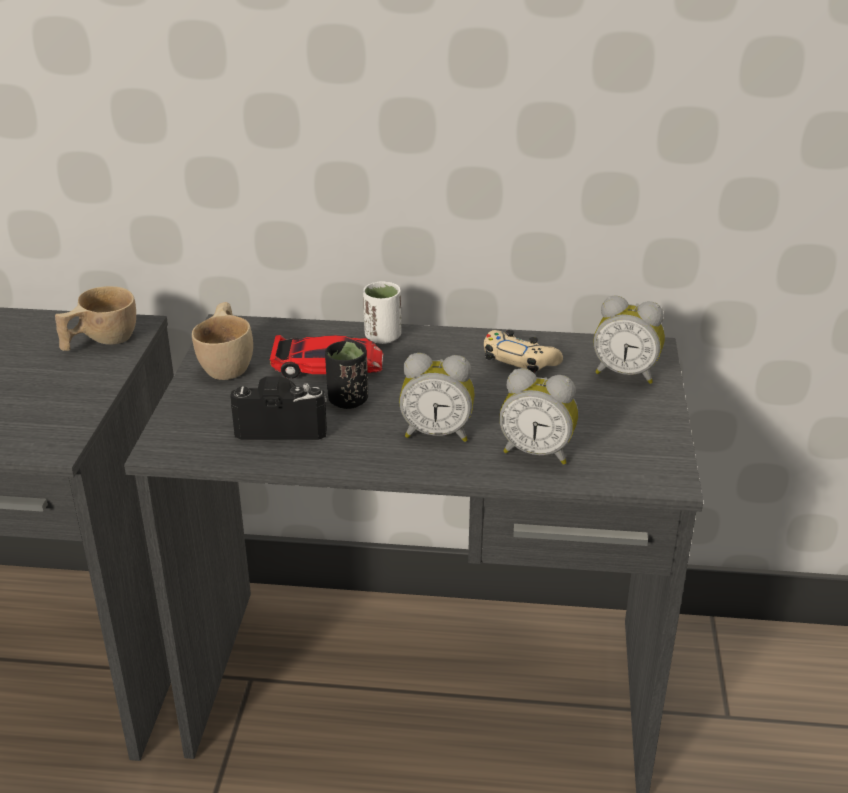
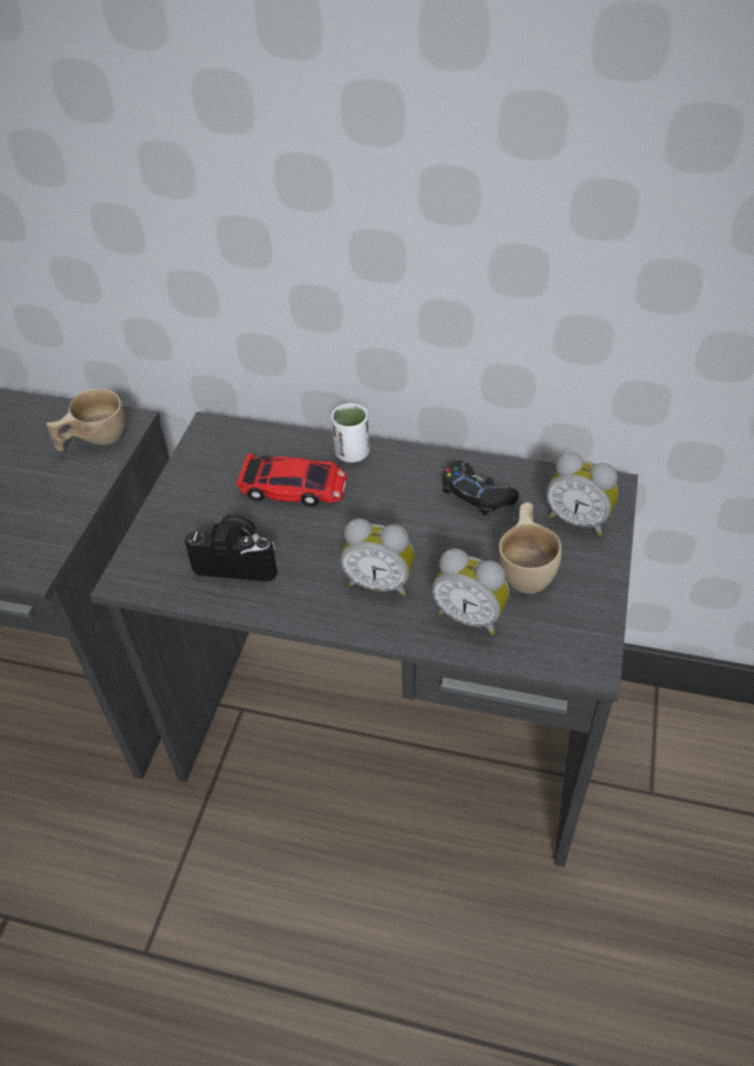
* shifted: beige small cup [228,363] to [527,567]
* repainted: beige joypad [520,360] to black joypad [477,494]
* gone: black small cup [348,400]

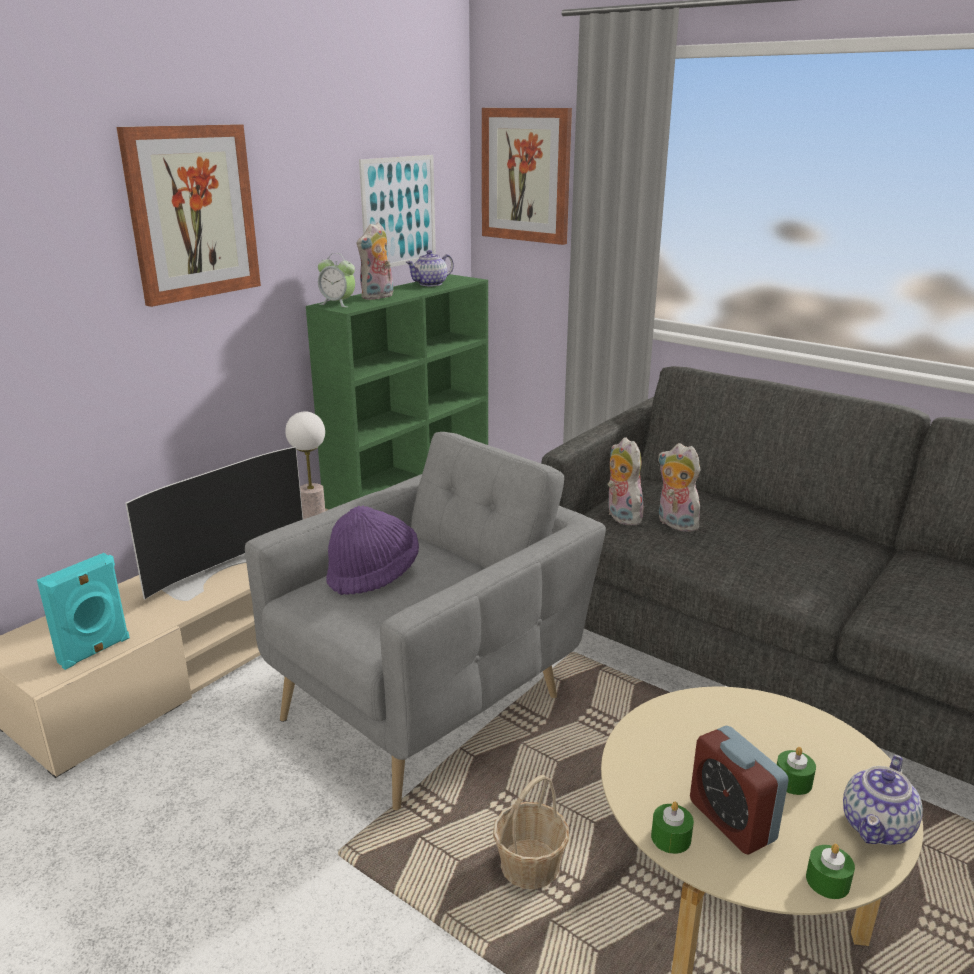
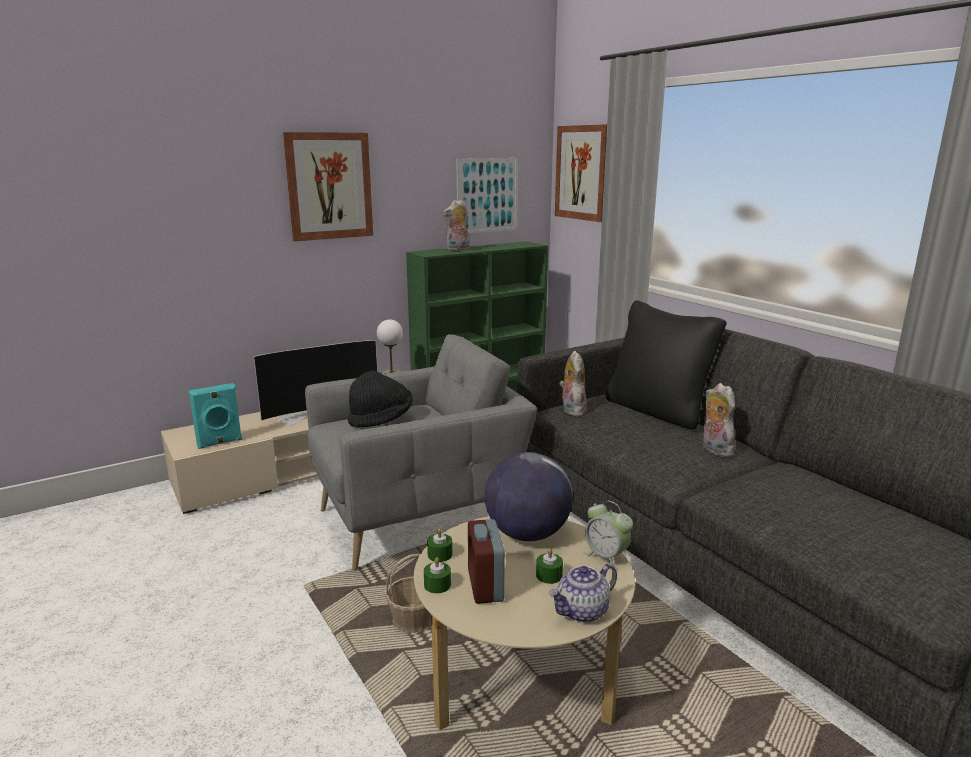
* gone: tea pot [430,284]
* shifted: alarm clock [338,304] to [606,557]
* shifted: cuddly toy [674,524] to [714,449]
* repainted: purple-coloured clothing hat [373,574] to black clothing hat [381,419]
* shifted: green wax light [827,881] to [440,554]
* new: black throw pillow [657,410]
* new: world globe [527,534]

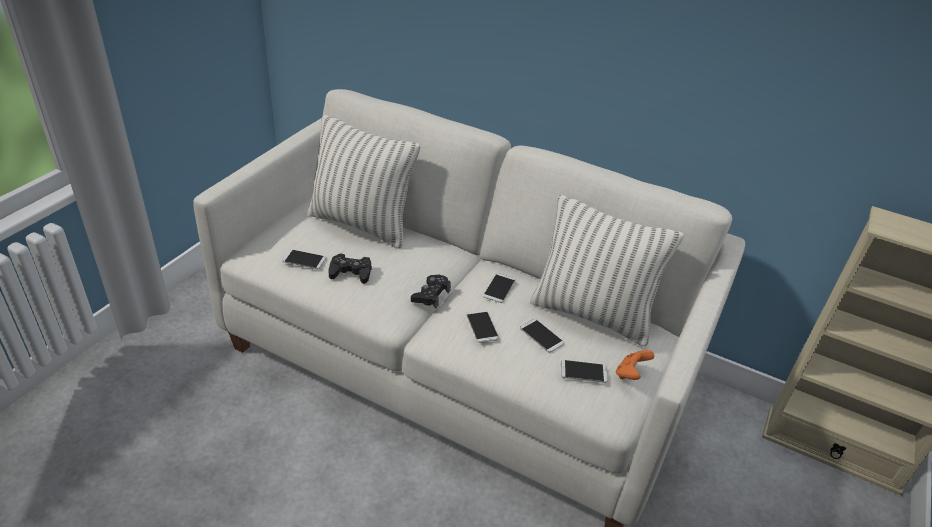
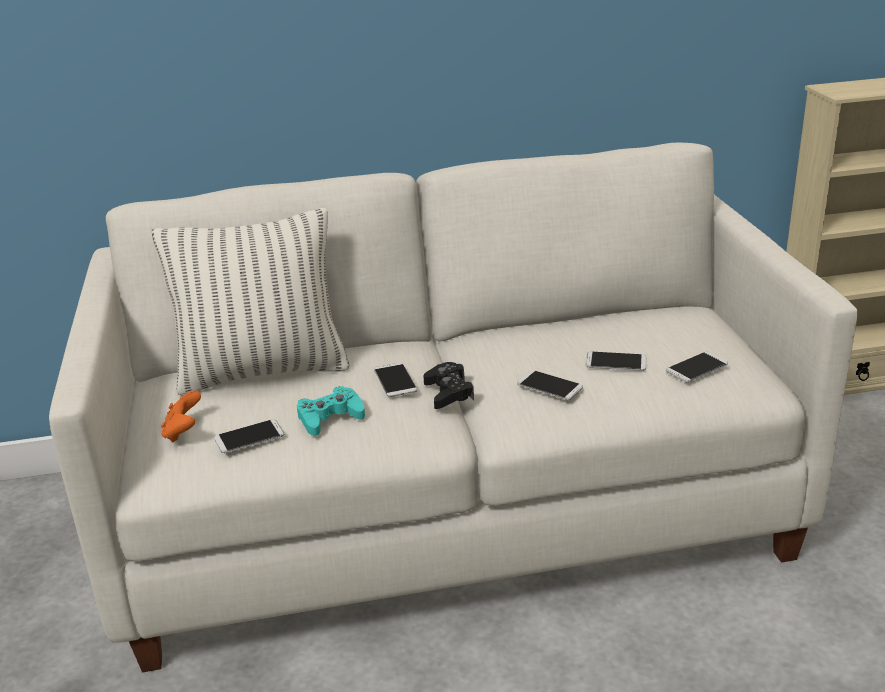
* gone: throw pillow [592,314]
* repainted: black joypad [351,272] to turquoise joypad [330,418]
* shifted: phone [499,288] to [395,380]
* shifted: orange-coloured joypad [630,374] to [183,432]

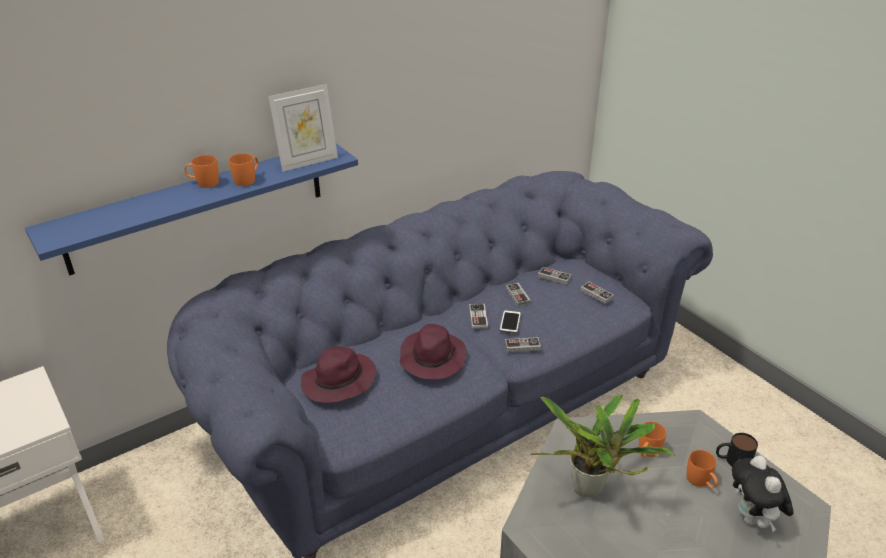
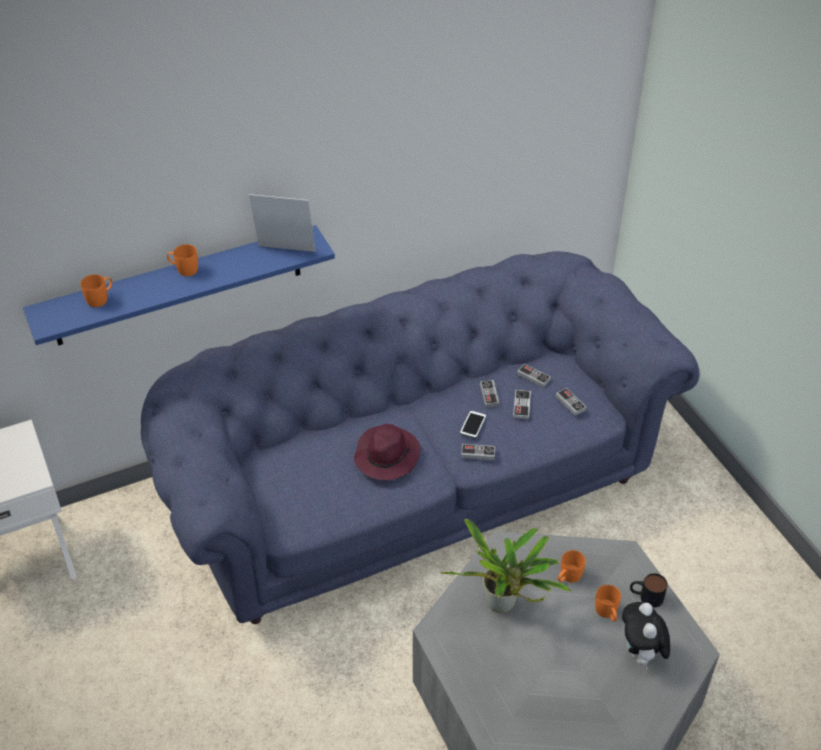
* rotated: standing frame [308,162] = [285,252] 150 degrees counterclockwise
* shifted: orange-coloured tea mug [248,179] to [101,298]
* shifted: joypad [478,317] to [522,405]
* gone: purple-coloured clothing hat [338,382]

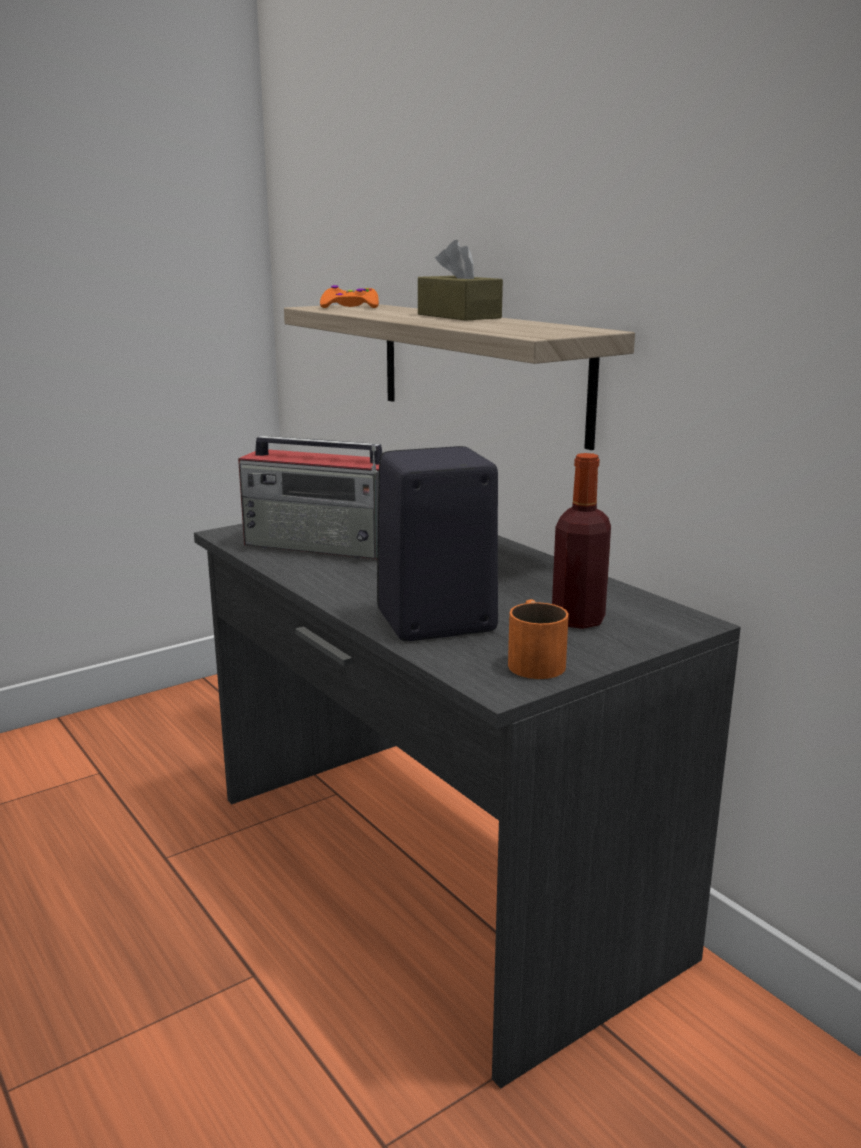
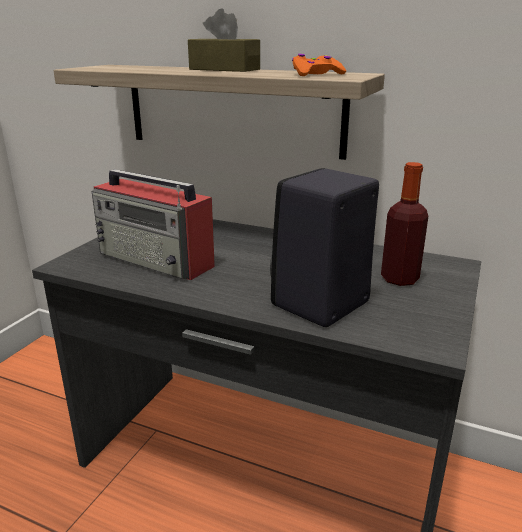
* shifted: orange-coloured joypad [350,307] to [316,74]
* rotated: radio set [323,546] = [157,260] 45 degrees clockwise
* gone: orange-coloured tea mug [533,660]

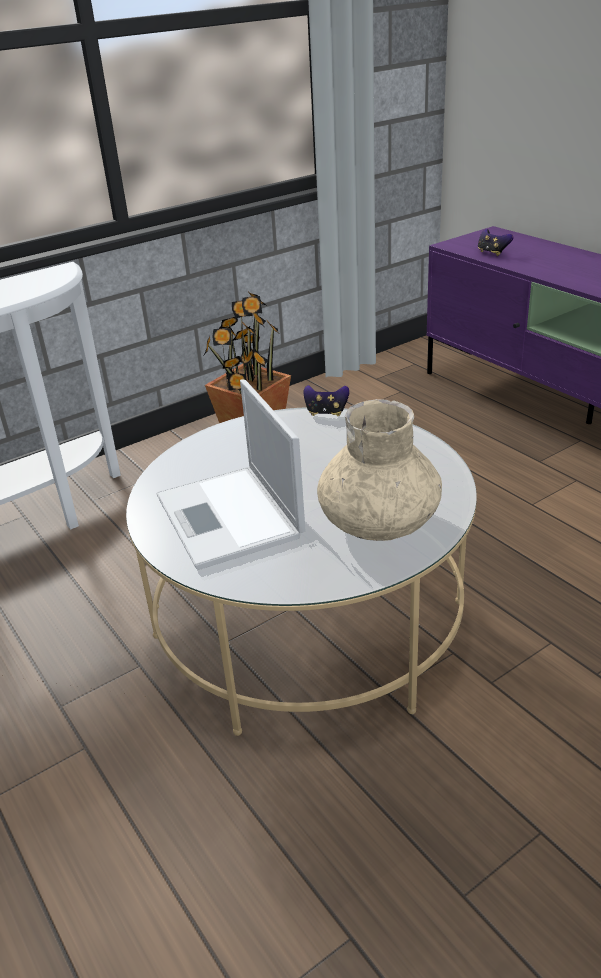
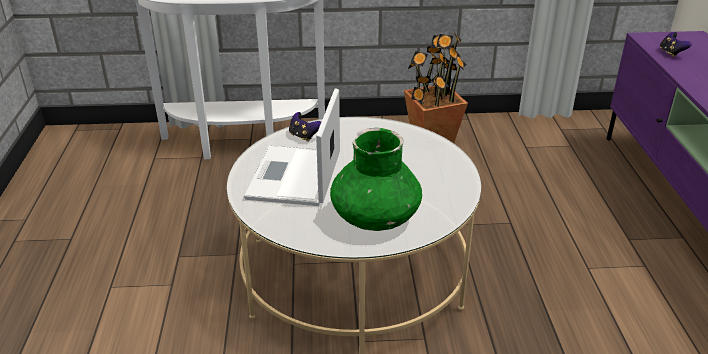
* shifted: joypad [326,413] to [304,136]
* repainted: beige vase [379,523] to green vase [375,217]

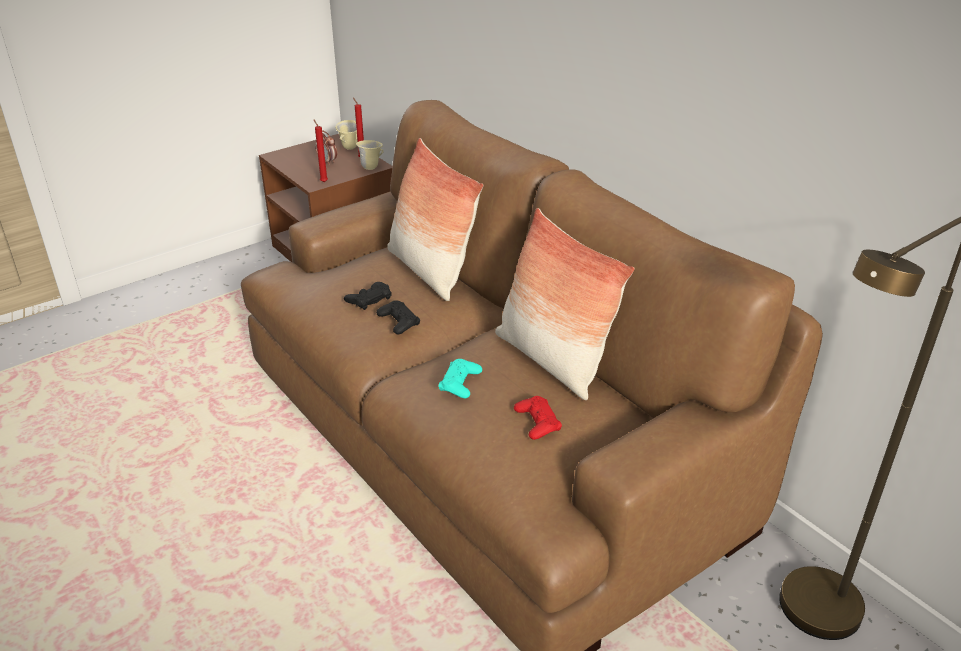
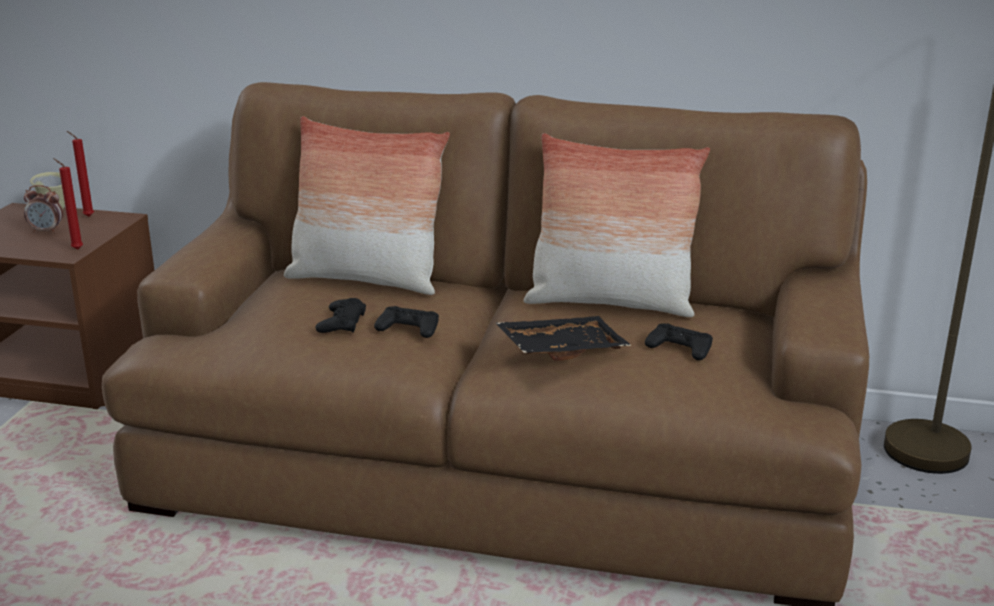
* gone: beige tea mug [371,167]
* swapped: turquoise joypad [460,383] to black serving tray [561,349]
* repainted: reddish joypad [537,422] to black joypad [680,348]

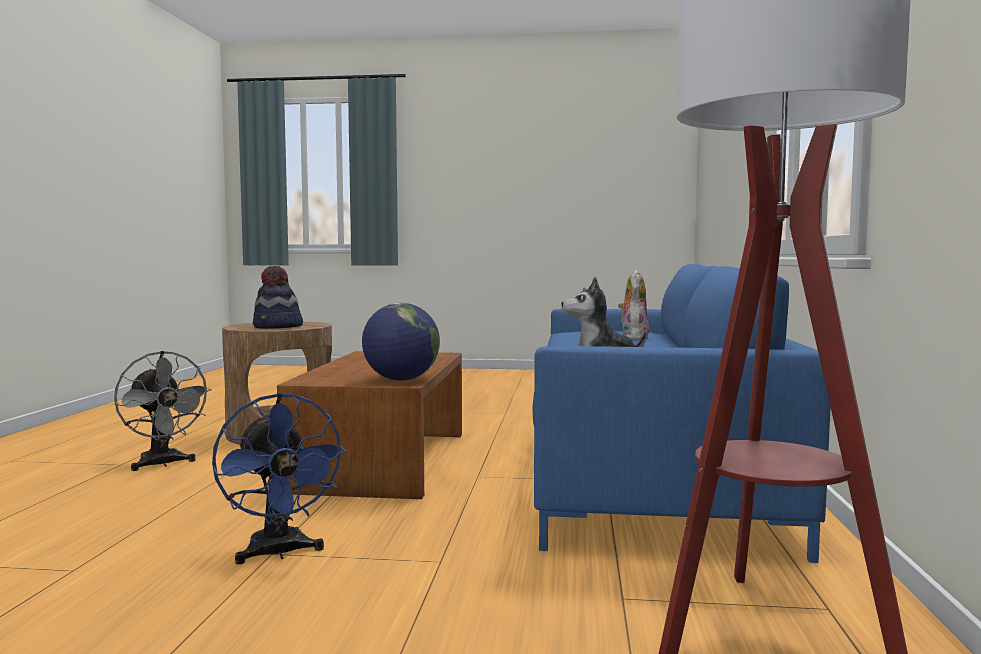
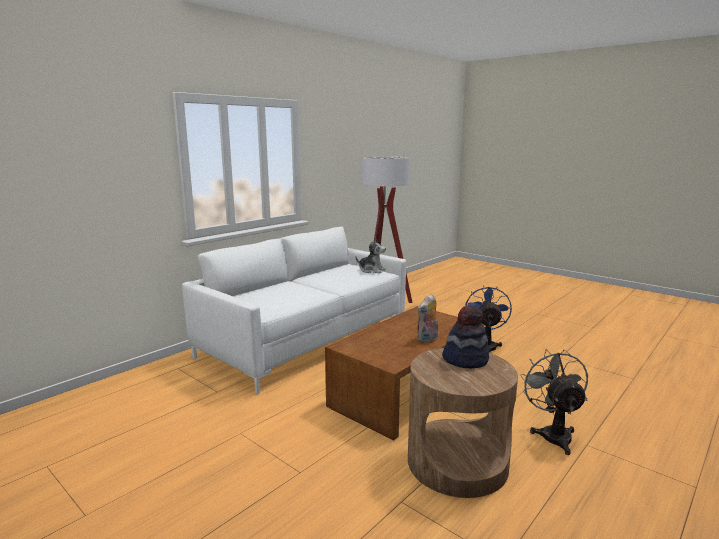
* repainted: blue-coloured sofa [648,476] to white sofa [305,341]
* shifted: cuddly toy [633,337] to [427,339]
* gone: world globe [401,380]

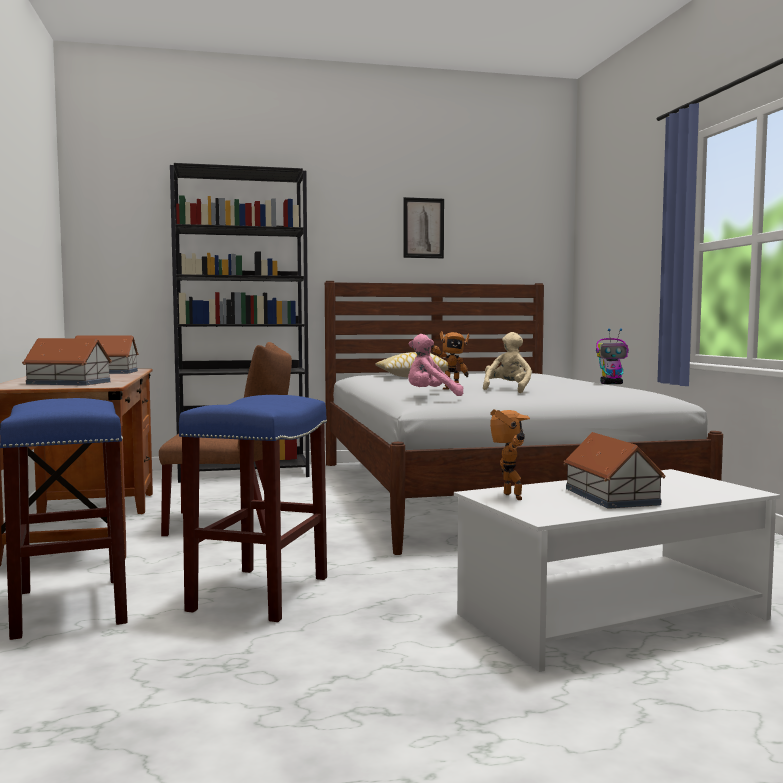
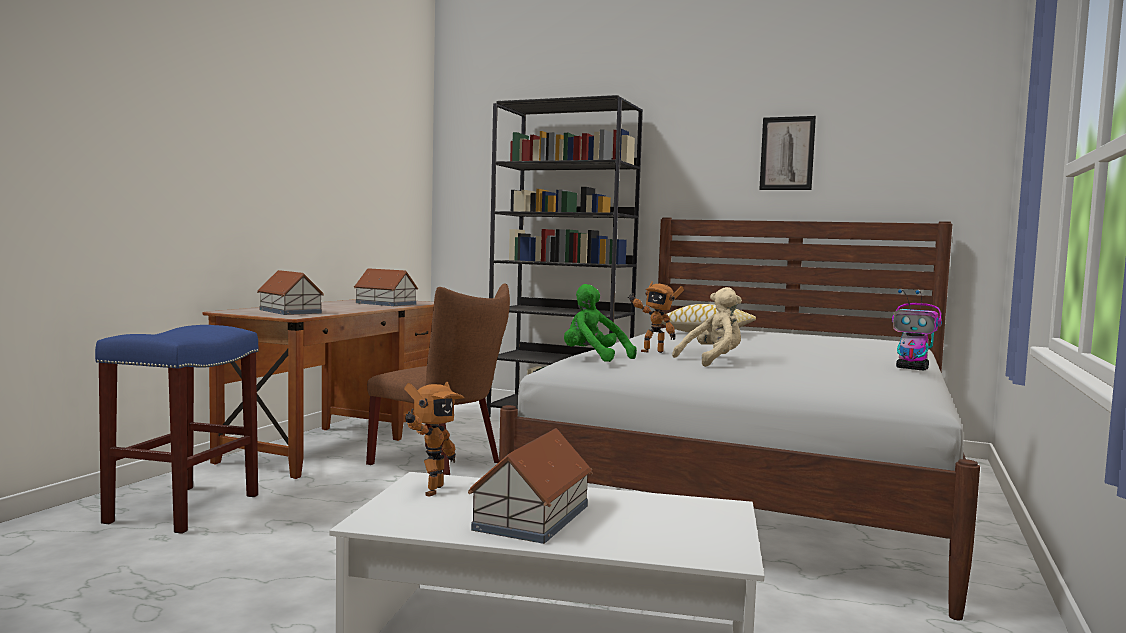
* repainted: pink-coloured cuddly toy [432,396] to green cuddly toy [593,358]
* gone: blue-coloured sitting stool [260,594]

